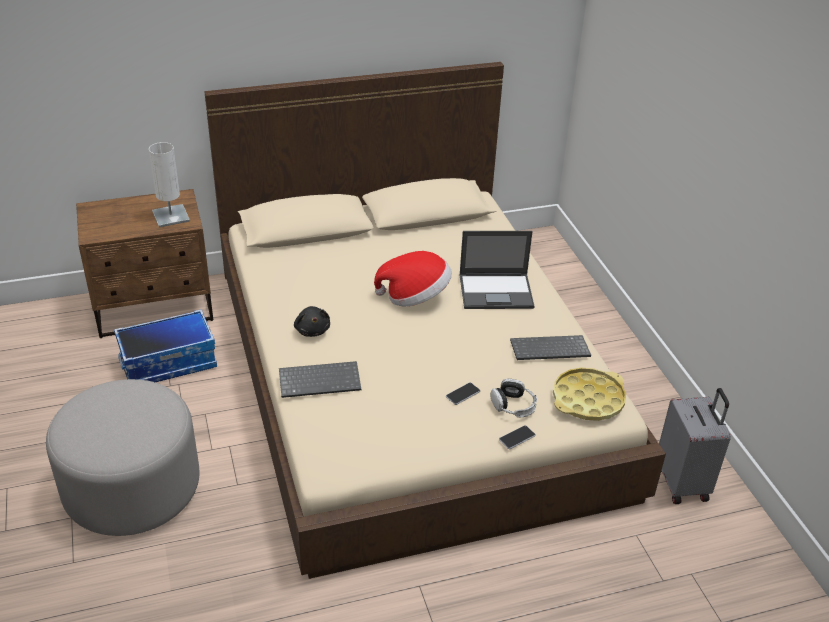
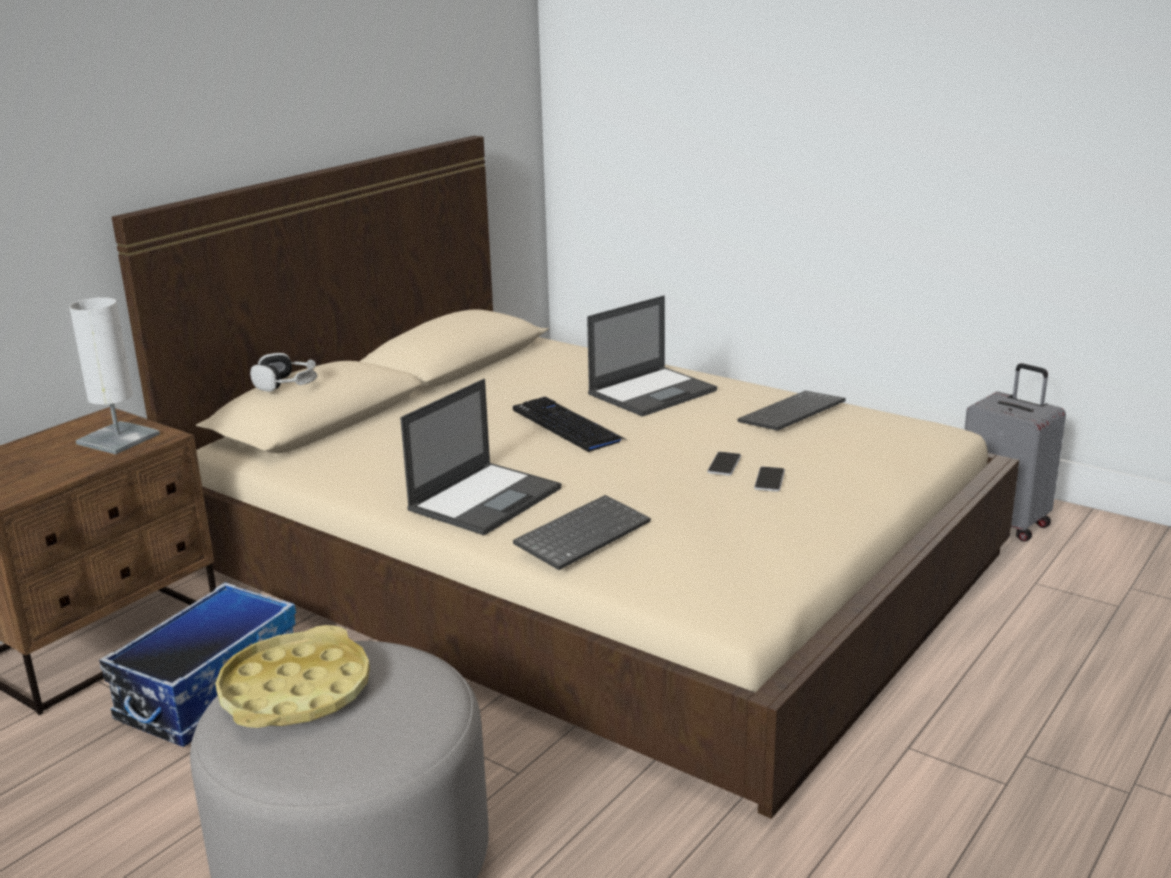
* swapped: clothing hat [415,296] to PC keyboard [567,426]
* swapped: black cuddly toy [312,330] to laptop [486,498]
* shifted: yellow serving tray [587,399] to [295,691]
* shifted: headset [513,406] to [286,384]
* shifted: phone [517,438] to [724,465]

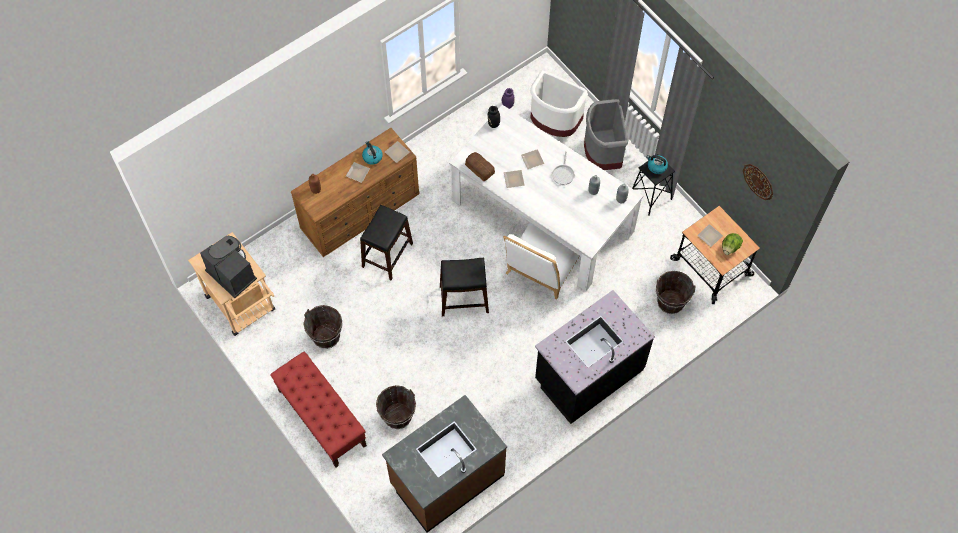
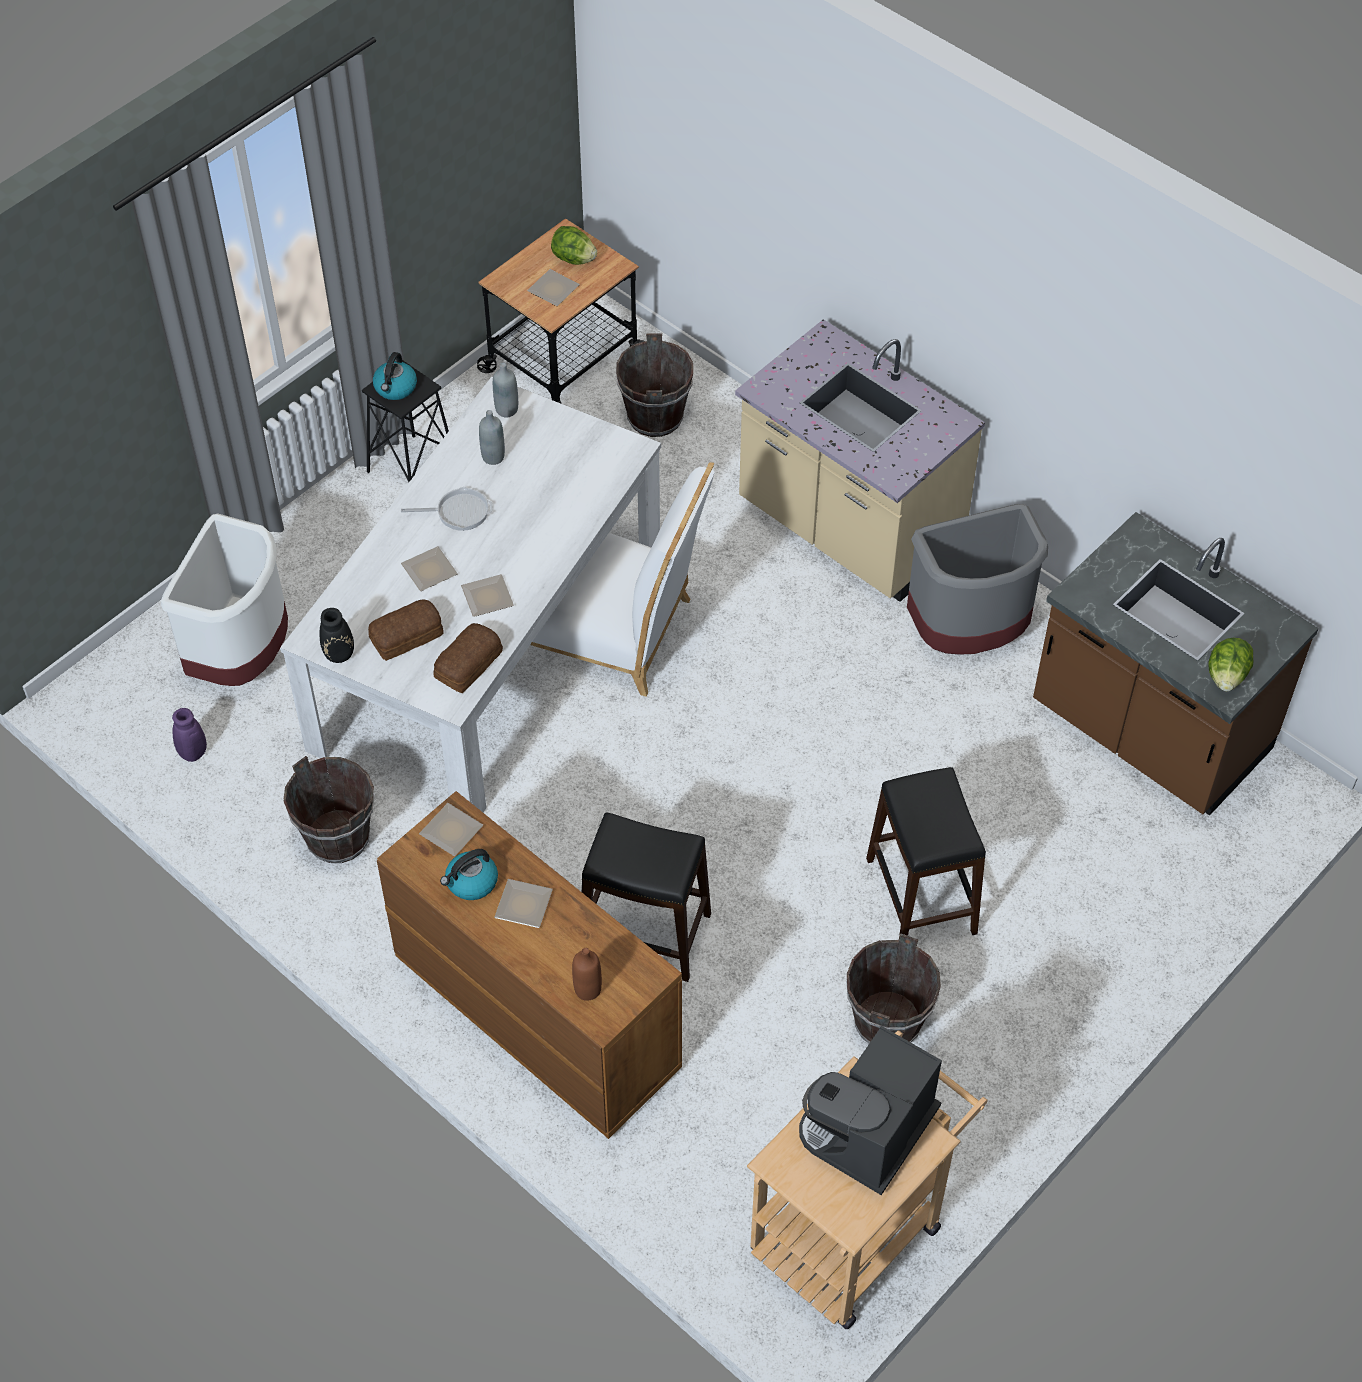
* shifted: greyish waste bin [602,155] to [969,634]
* gone: clock on the wall [758,181]
* shifted: black sitting stool [464,299] to [921,895]
* repainted: black kitchen base unit [588,374] to beige kitchen base unit [848,528]
* gone: reddish long seat [321,418]
* shifted: brownish pail [397,416] to [337,838]
* new: baked bread [408,637]
* new: lettuce head [1226,676]

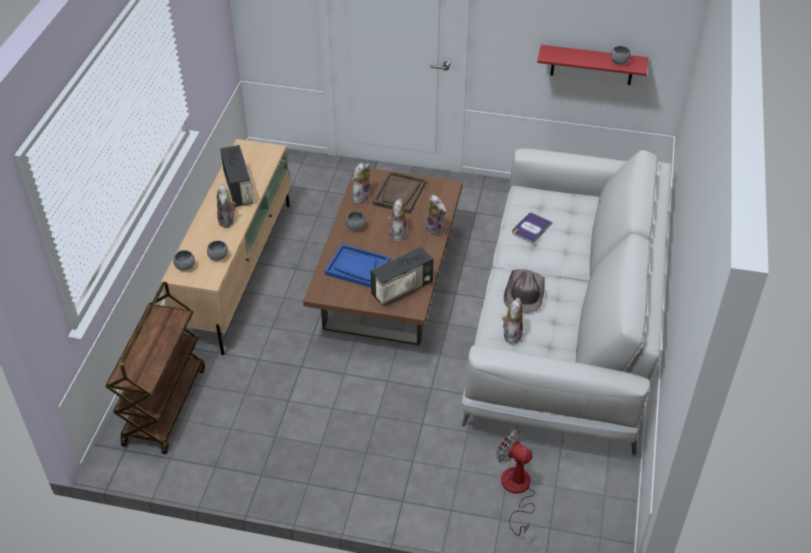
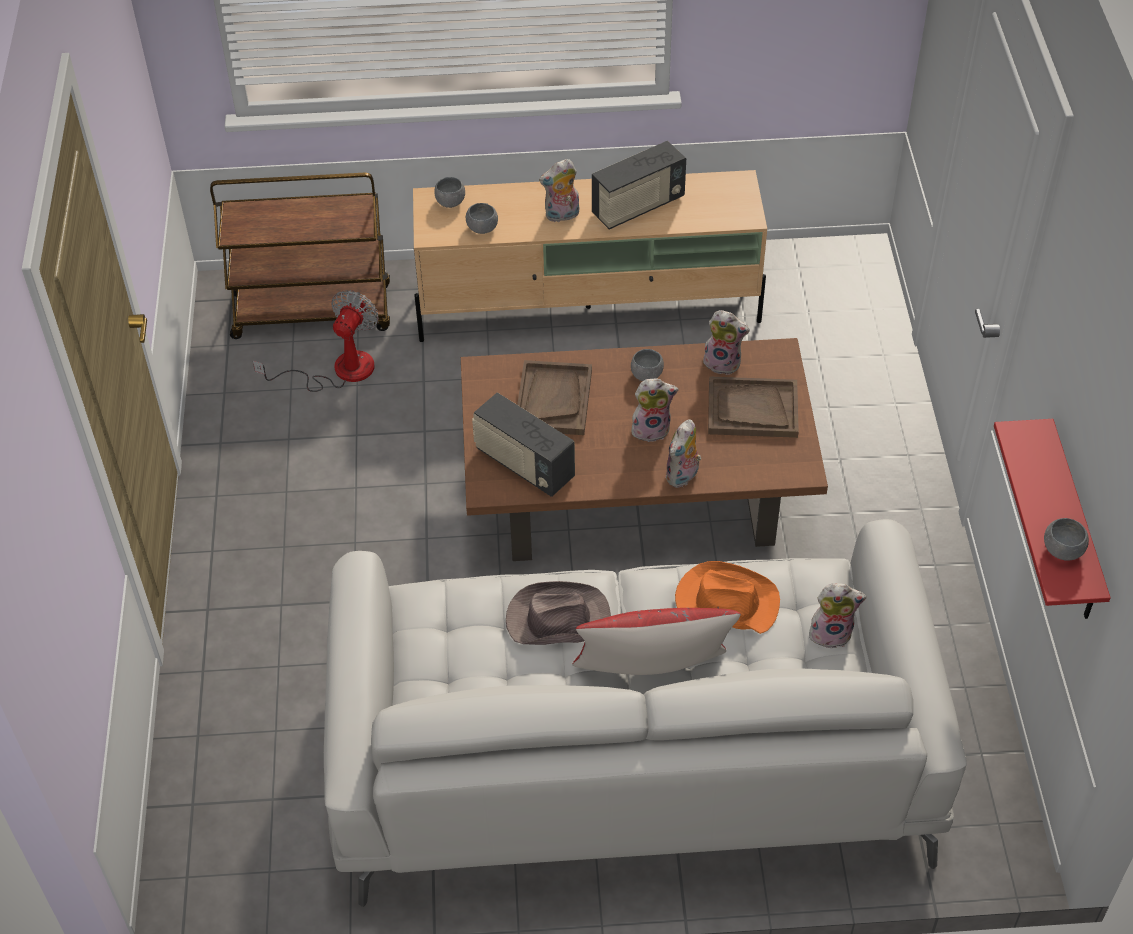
* swapped: volume [531,228] to orange-coloured clothing hat [726,601]
* repainted: blue-coloured serving tray [357,267] to brownish serving tray [553,399]
* shifted: cuddly toy [511,334] to [831,632]
* shifted: cooling fan [516,491] to [339,370]
* new: reddish throw pillow [652,678]

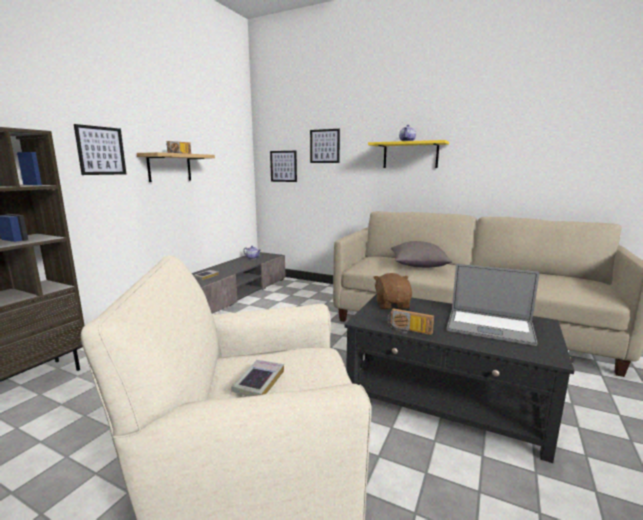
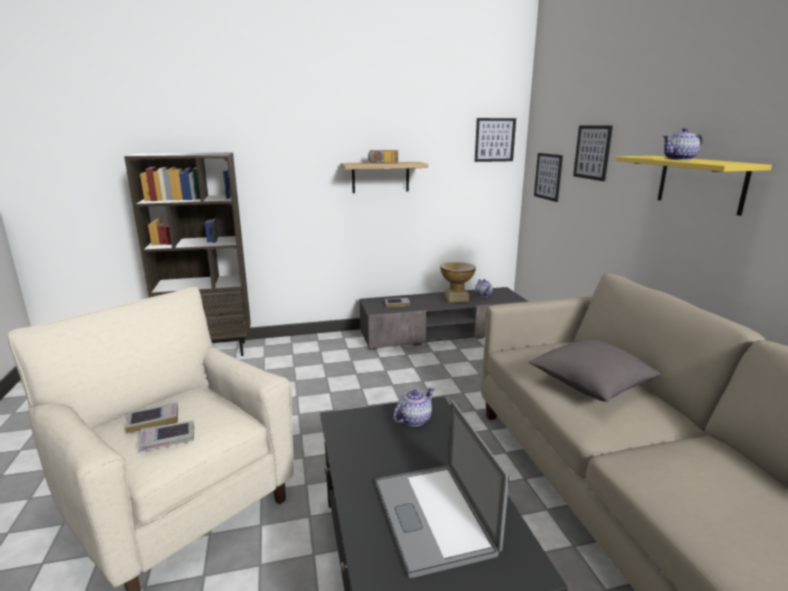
* shifted: wall art [101,151] to [494,140]
* swapped: brownish cuddly toy [392,305] to tea pot [413,419]
* gone: radio set [408,331]
* new: vase [456,298]
* new: volume [168,439]

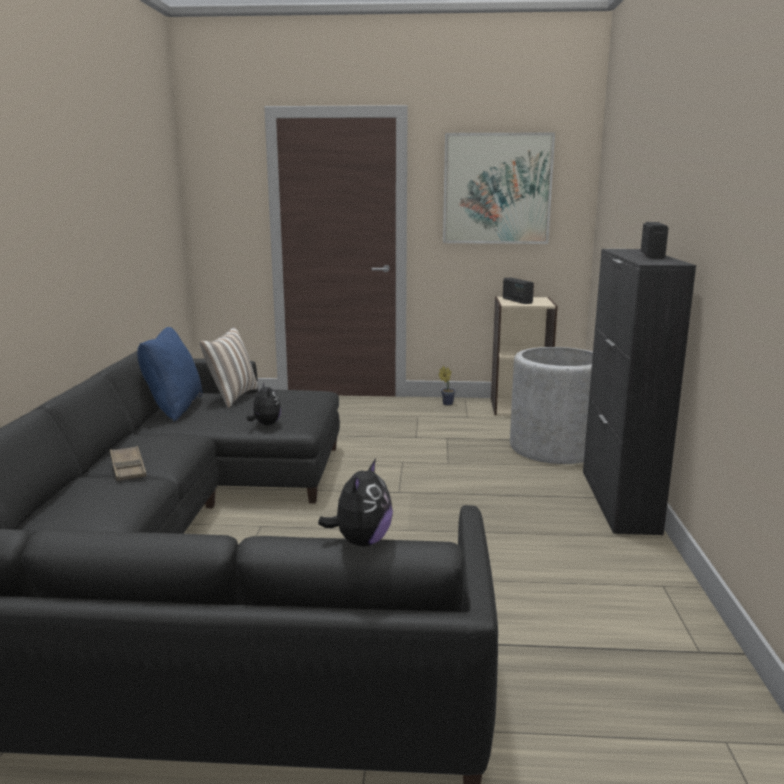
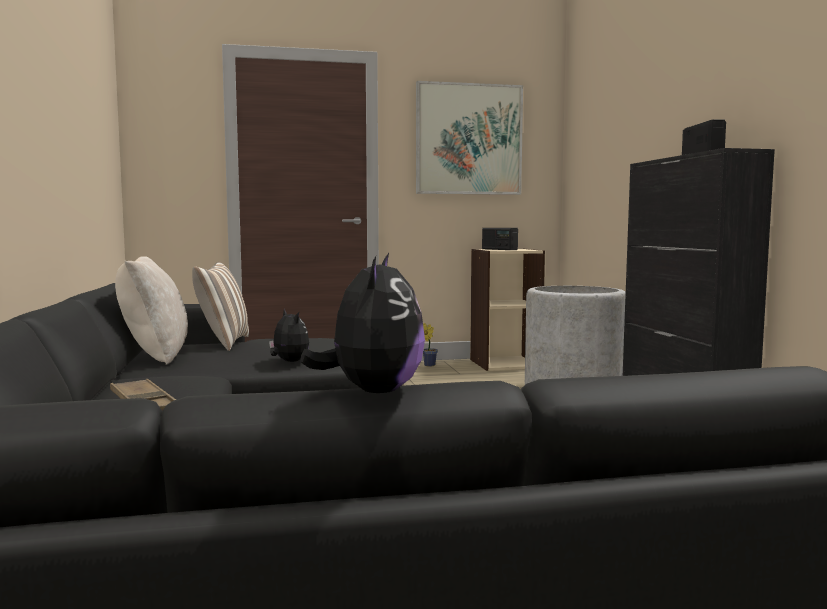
* repainted: blue-coloured throw pillow [174,408] to beige throw pillow [155,355]
* shifted: cuddly toy [361,541] to [372,391]

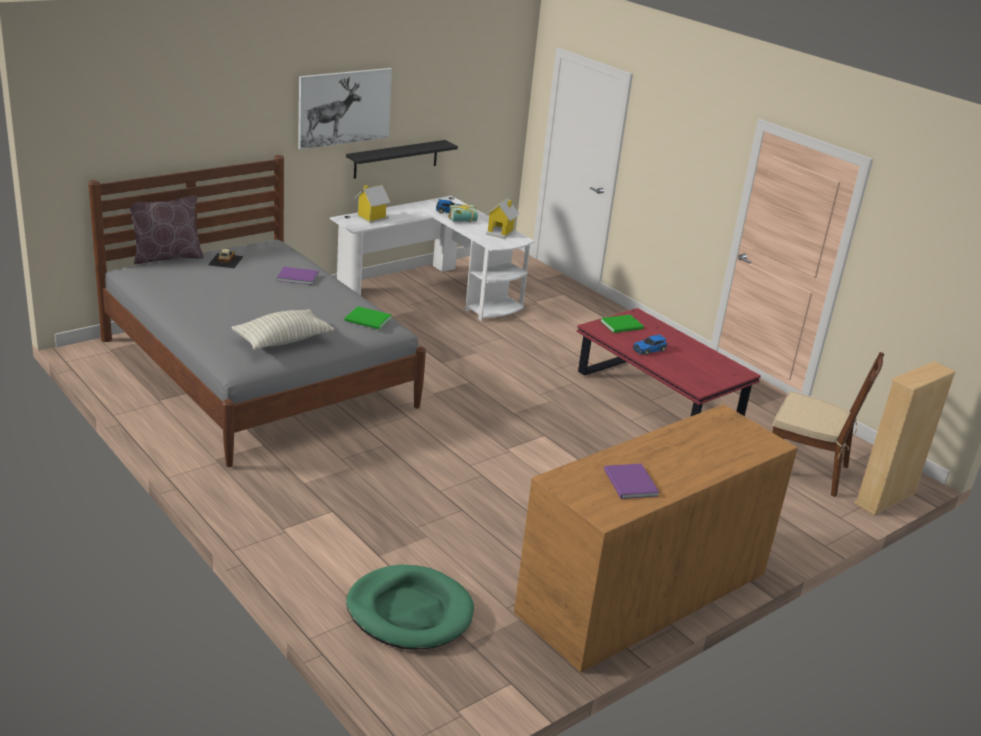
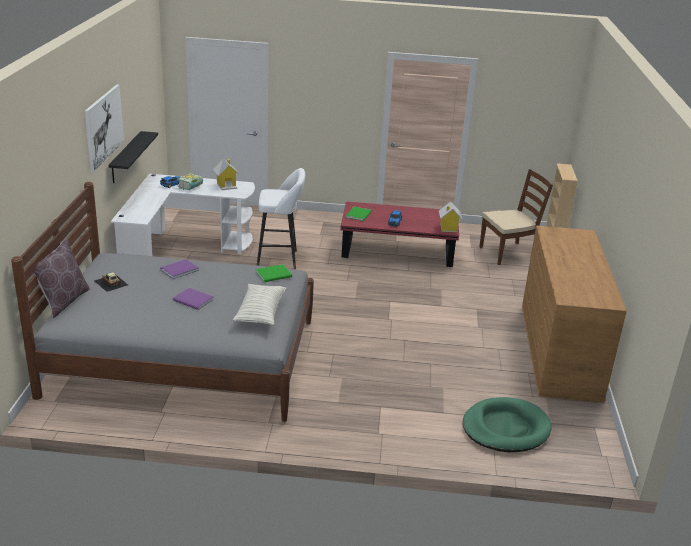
* shifted: toy house [371,217] to [448,228]
* shifted: purple-coloured volume [629,484] to [193,300]
* new: white sitting stool [280,259]

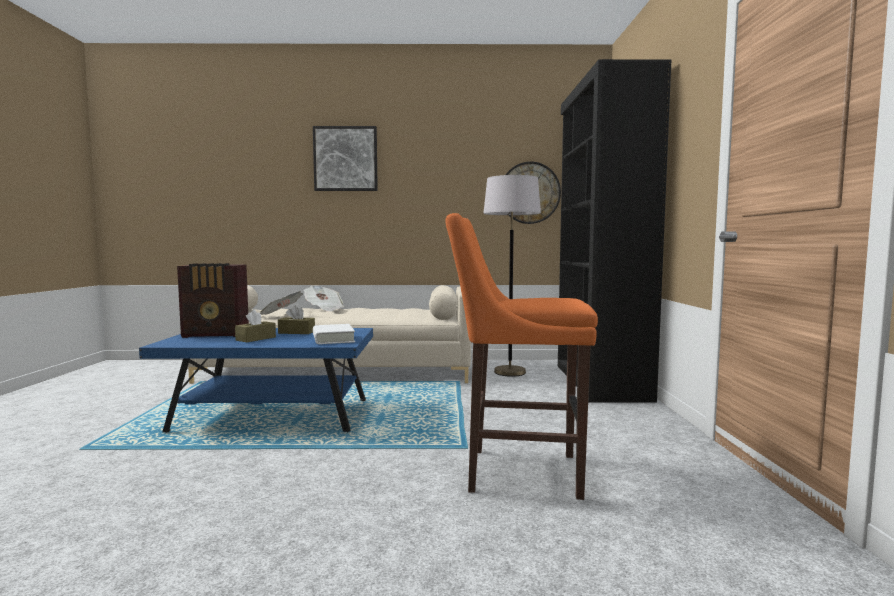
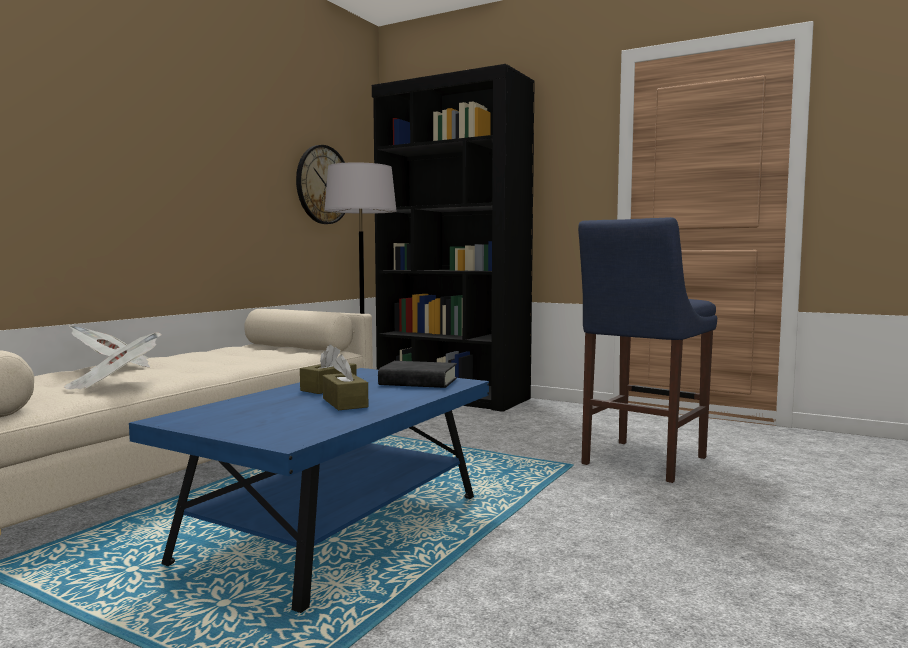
* gone: wall art [345,159]
* repainted: orange-coloured sitting stool [516,471] to blue-coloured sitting stool [640,462]
* gone: radio set [217,334]
* repainted: white volume [333,339] to black volume [418,382]

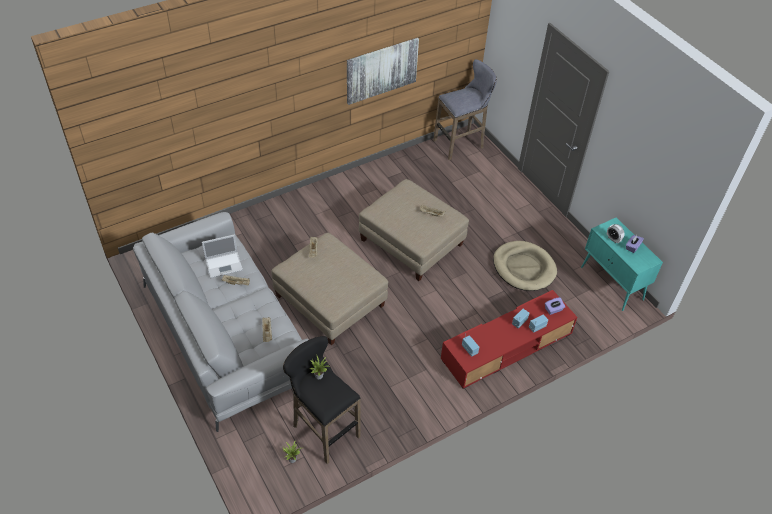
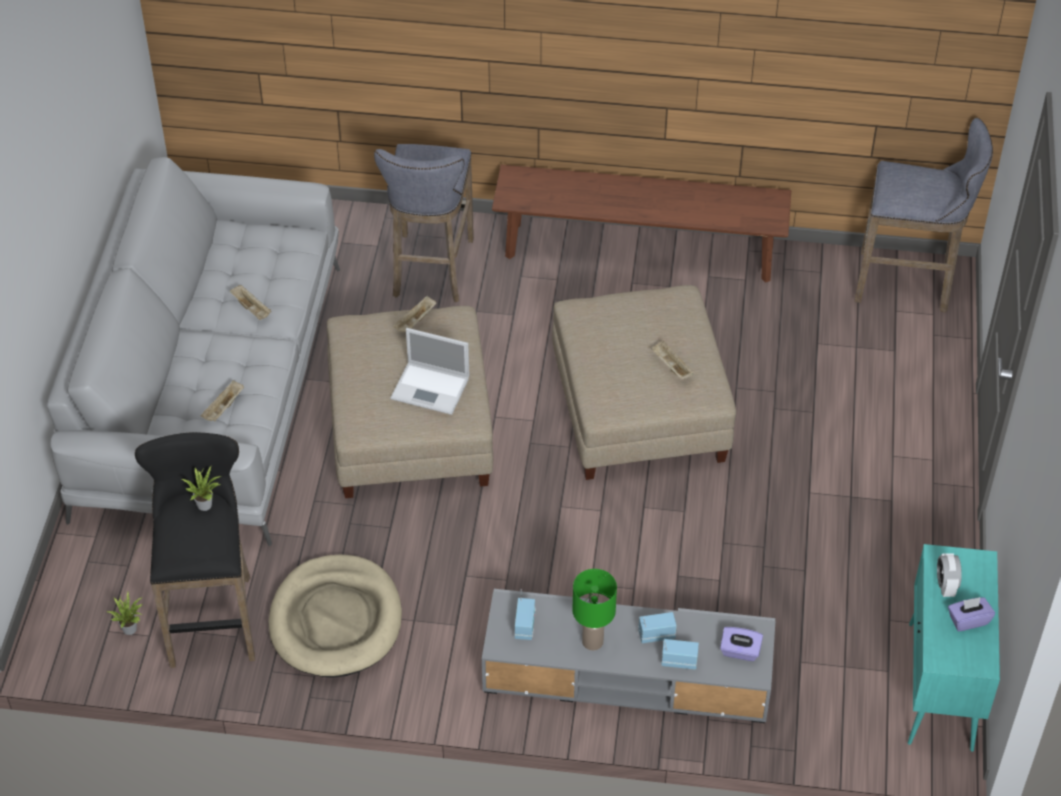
* gone: wall art [381,70]
* shifted: laptop [224,264] to [431,388]
* shifted: beige dog bed [524,268] to [336,620]
* repainted: reddish tv unit [506,346] to greyish tv unit [627,673]
* new: greyish sitting stool [431,271]
* new: brownish long seat [639,252]
* new: green tabletop lamp [592,641]

